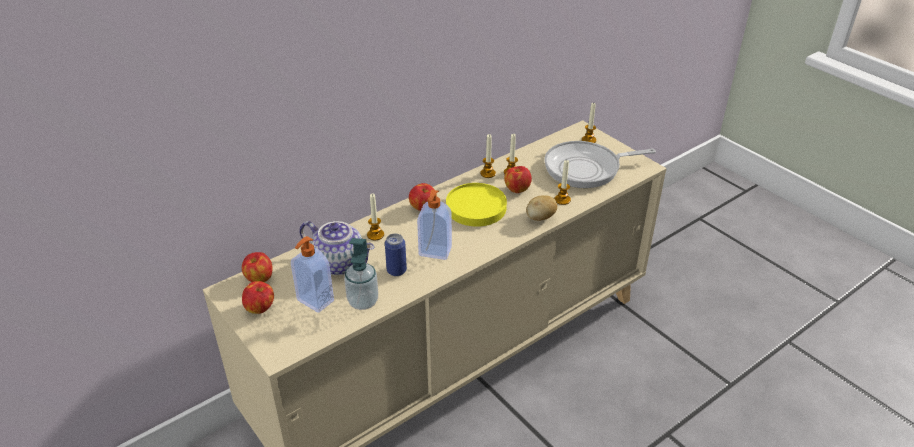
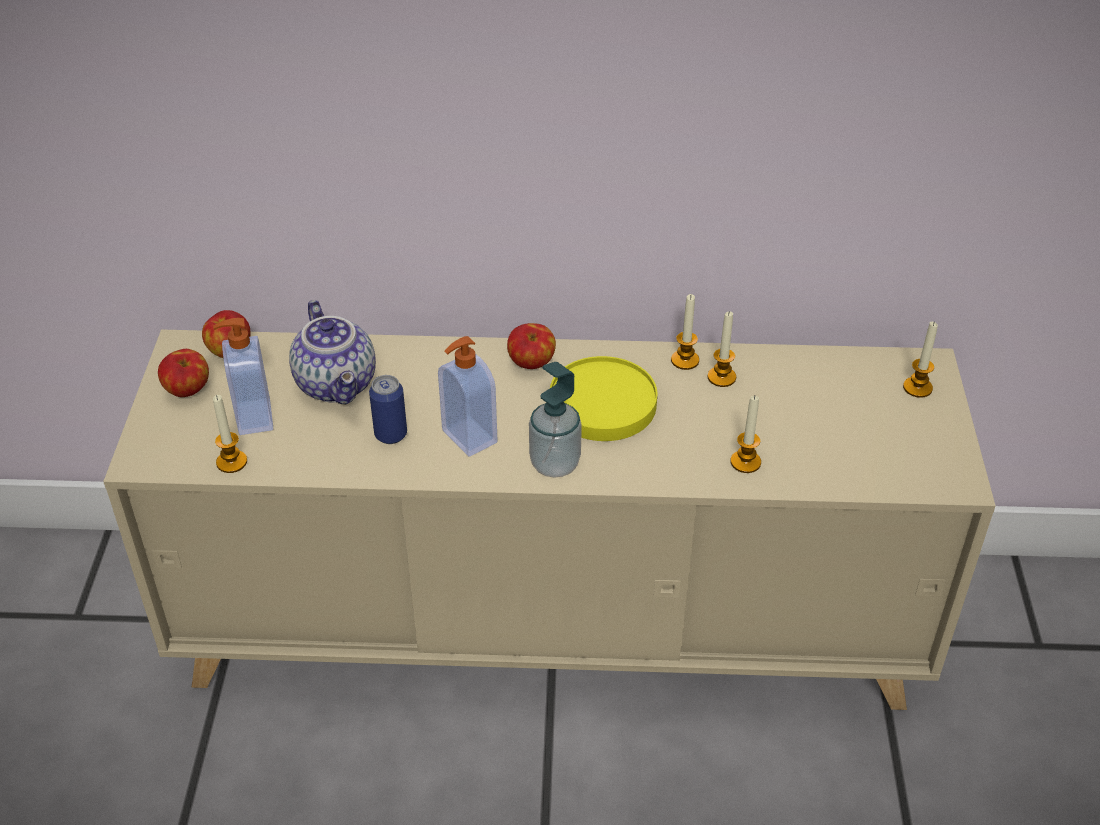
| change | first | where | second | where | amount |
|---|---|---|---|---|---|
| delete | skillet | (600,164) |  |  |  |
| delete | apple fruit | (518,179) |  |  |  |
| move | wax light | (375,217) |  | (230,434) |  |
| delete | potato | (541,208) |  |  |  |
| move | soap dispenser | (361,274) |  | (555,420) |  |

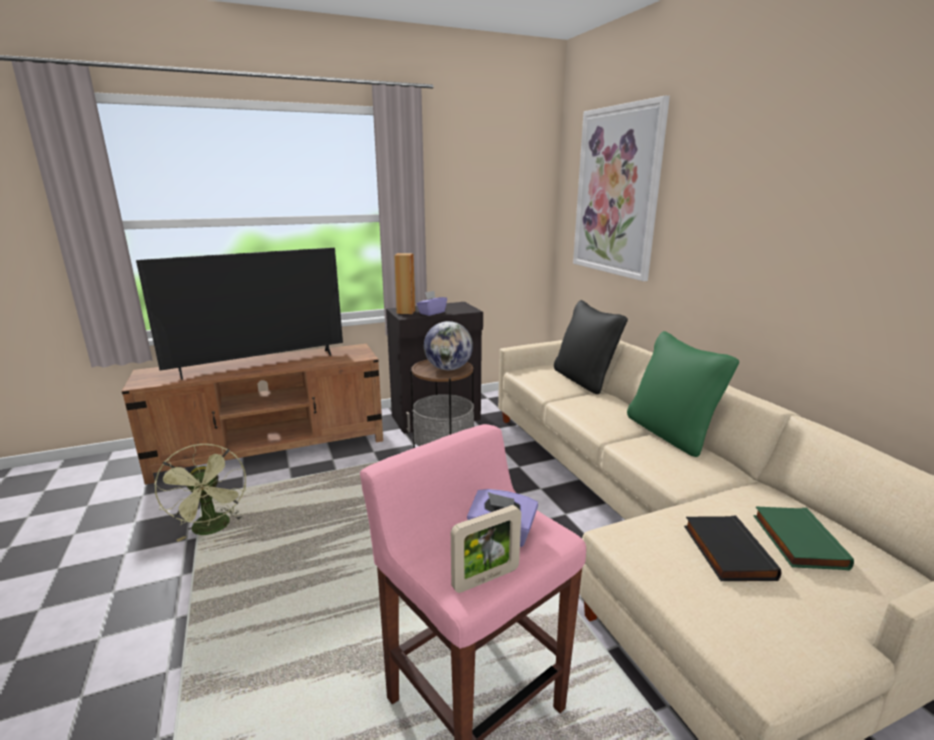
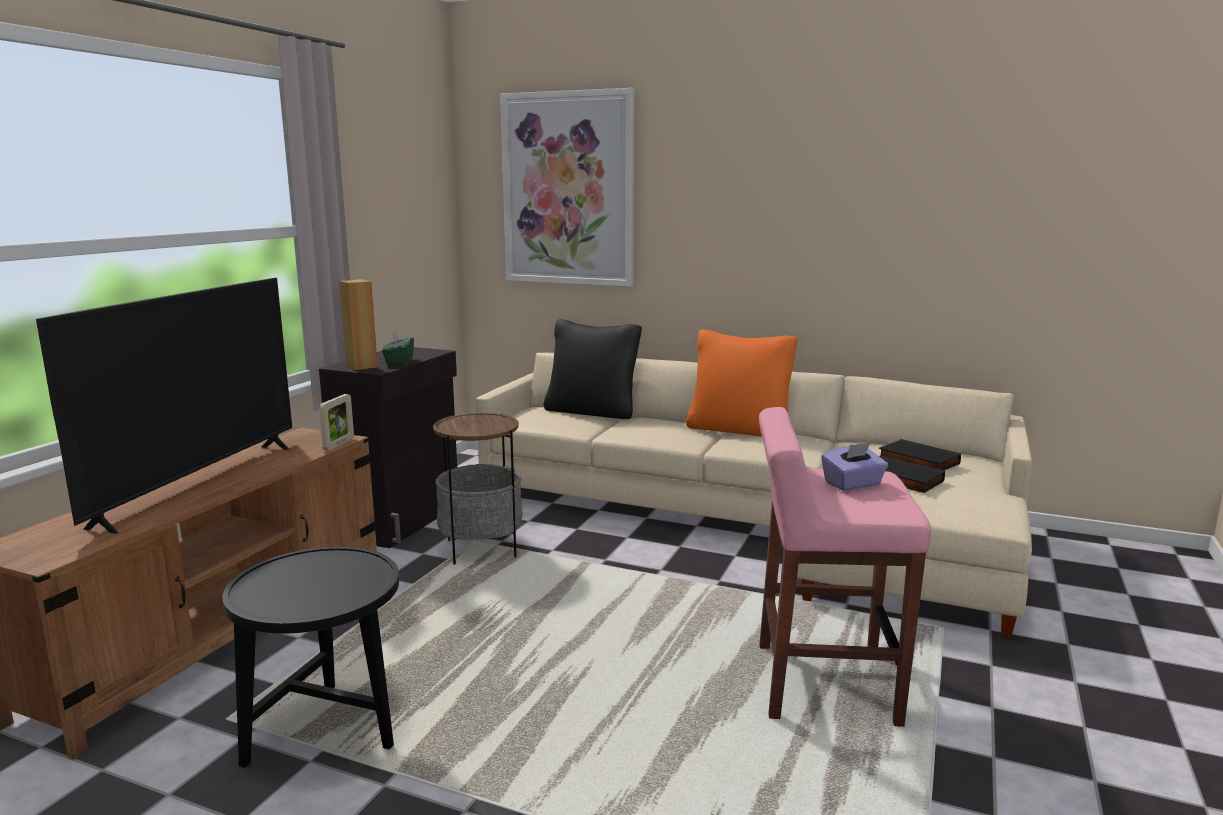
| change | first | where | second | where | amount |
|---|---|---|---|---|---|
| recolor | purple-coloured tissue box | (431,303) | greenish tissue box | (398,347) |  |
| delete | desk globe | (448,345) |  |  |  |
| recolor | greenish cushion | (683,394) | orangey cushion | (741,383) |  |
| replace | greenish fan | (200,493) | blackish side table | (310,657) |  |
| move | standing frame | (486,549) |  | (336,422) |  |
| recolor | greenish bound book | (804,538) | blackish bound book | (920,454) |  |

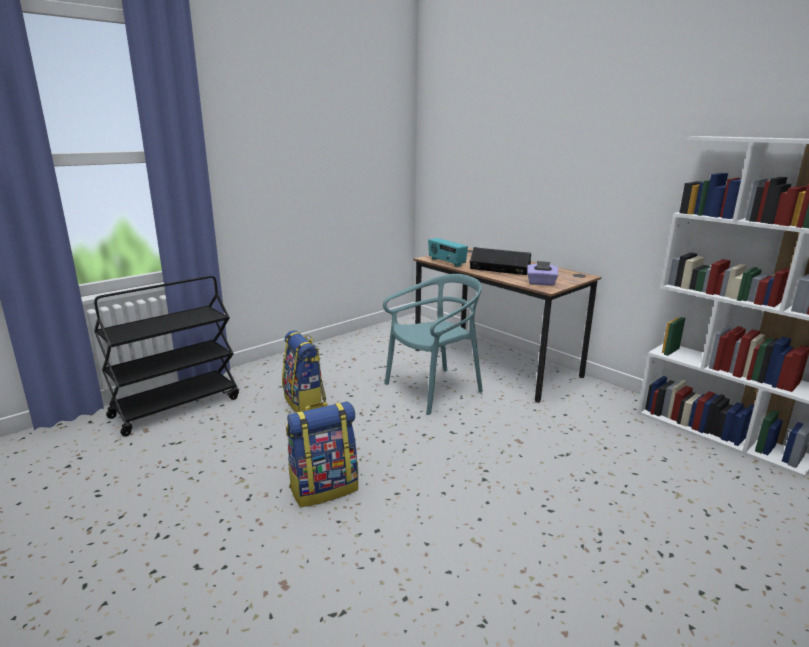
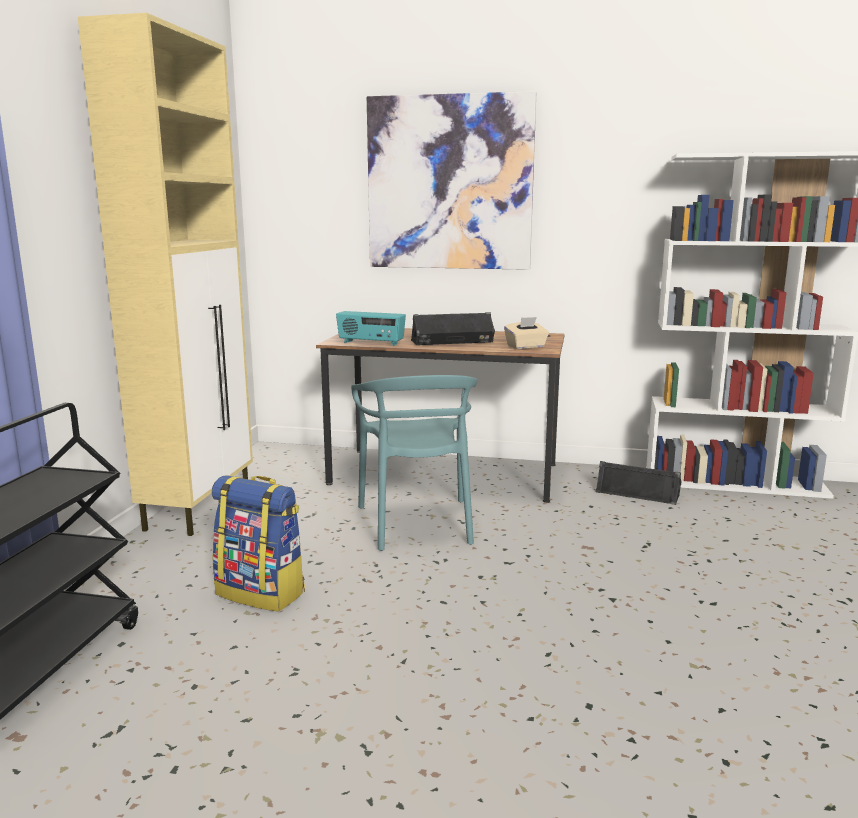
| change | first | where | second | where | amount |
|---|---|---|---|---|---|
| recolor | purple-coloured tissue box | (542,273) | beige tissue box | (526,333) |  |
| rotate | turquoise-coloured chair | (433,344) |  | (414,463) | 150 degrees clockwise |
| delete | backpack | (322,454) |  |  |  |
| insert |  |  | beige storage cabinet | (165,274) |  |
| insert |  |  | wall art | (451,180) |  |
| insert |  |  | blackish speaker | (638,483) |  |

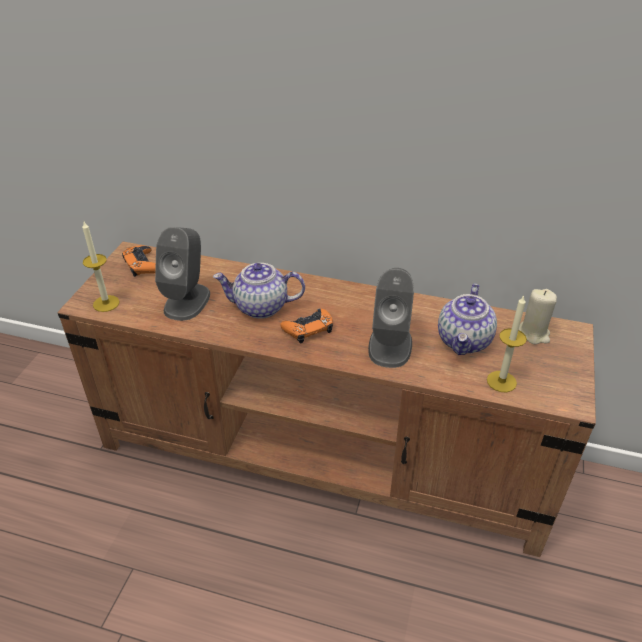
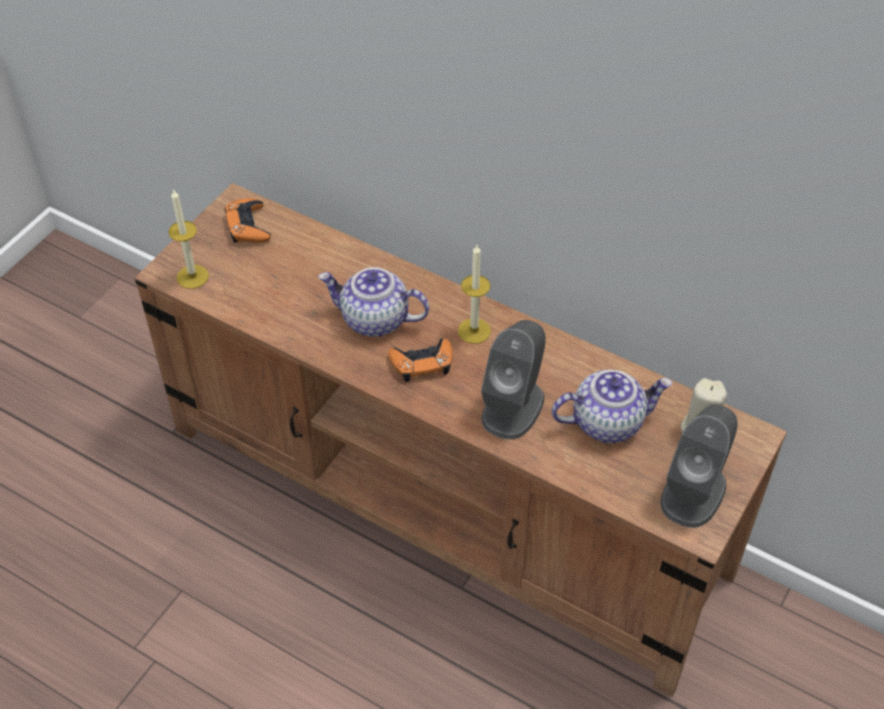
| change | first | where | second | where | amount |
|---|---|---|---|---|---|
| move | greyish speaker | (182,274) |  | (699,466) |  |
| rotate | pot for tea | (467,319) |  | (612,406) | 135 degrees counterclockwise |
| move | wax light | (507,343) |  | (474,294) |  |

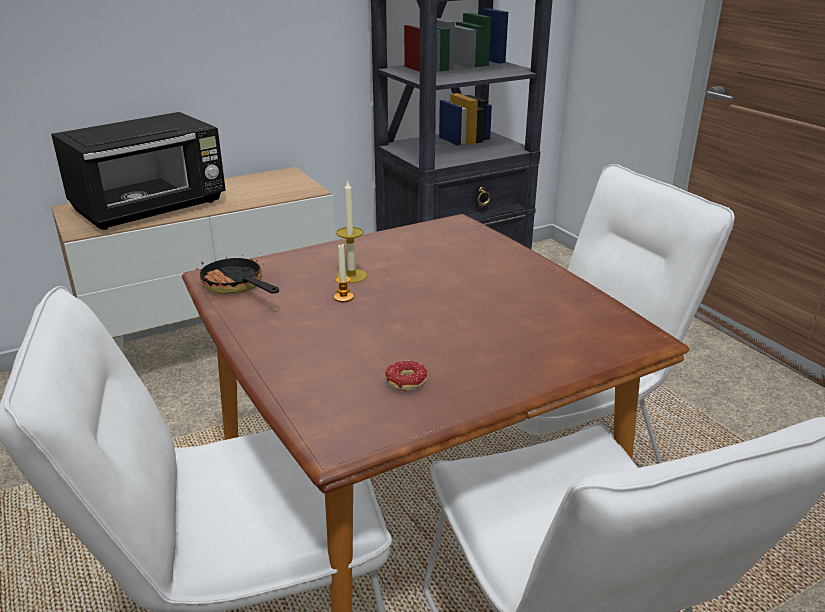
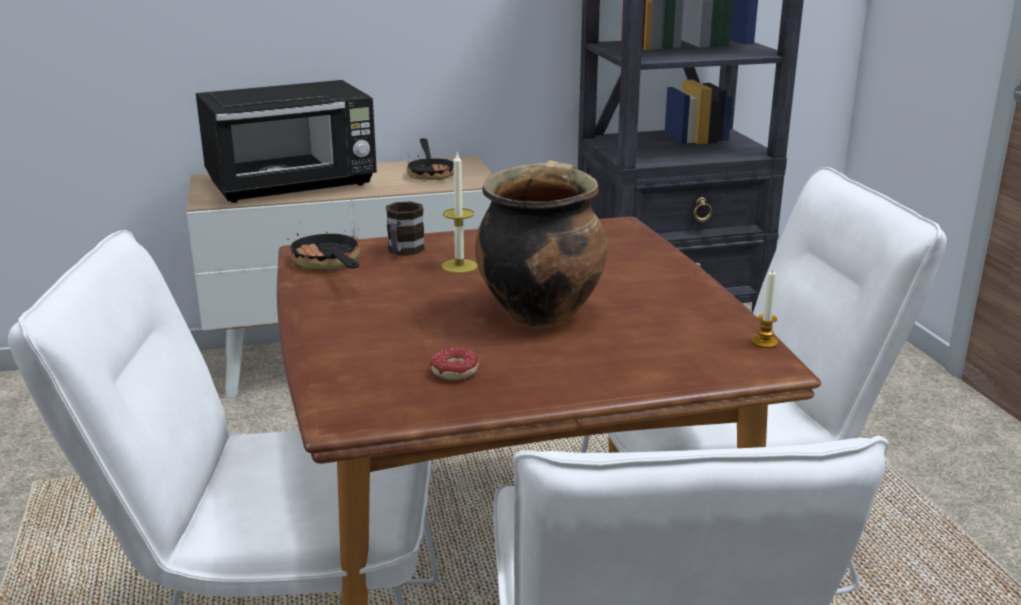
| change | first | where | second | where | amount |
|---|---|---|---|---|---|
| move | wax light | (344,273) |  | (764,309) |  |
| insert |  |  | skillet | (430,159) |  |
| insert |  |  | stockpot | (541,244) |  |
| insert |  |  | tea mug | (405,228) |  |

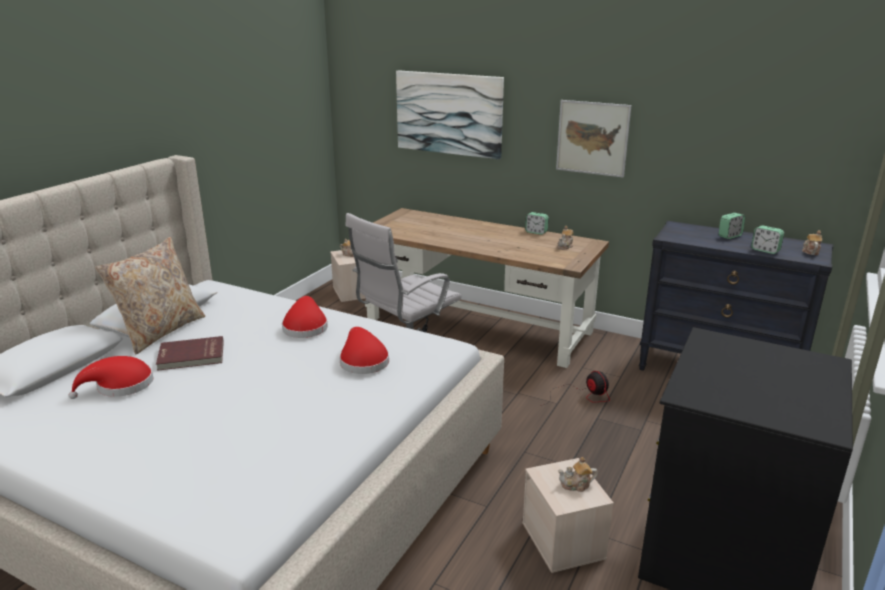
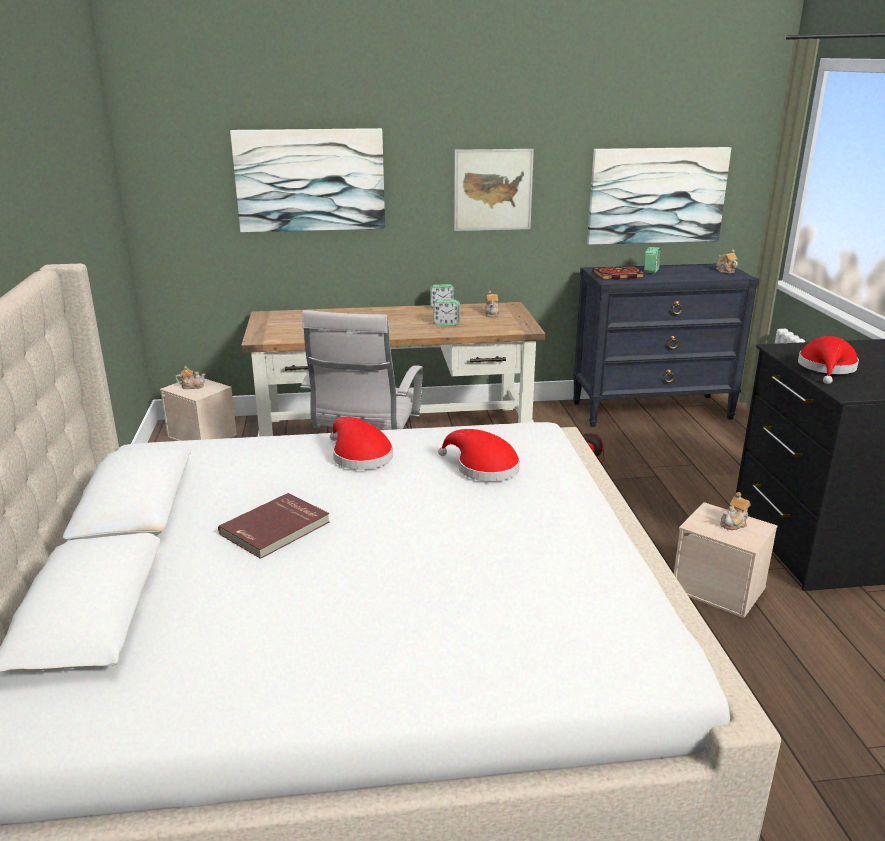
| change | first | where | second | where | amount |
|---|---|---|---|---|---|
| move | alarm clock | (767,239) |  | (446,312) |  |
| delete | beige cushion | (150,295) |  |  |  |
| move | red-coloured hat | (111,377) |  | (828,360) |  |
| insert |  |  | wall art | (659,196) |  |
| insert |  |  | bound book | (618,273) |  |

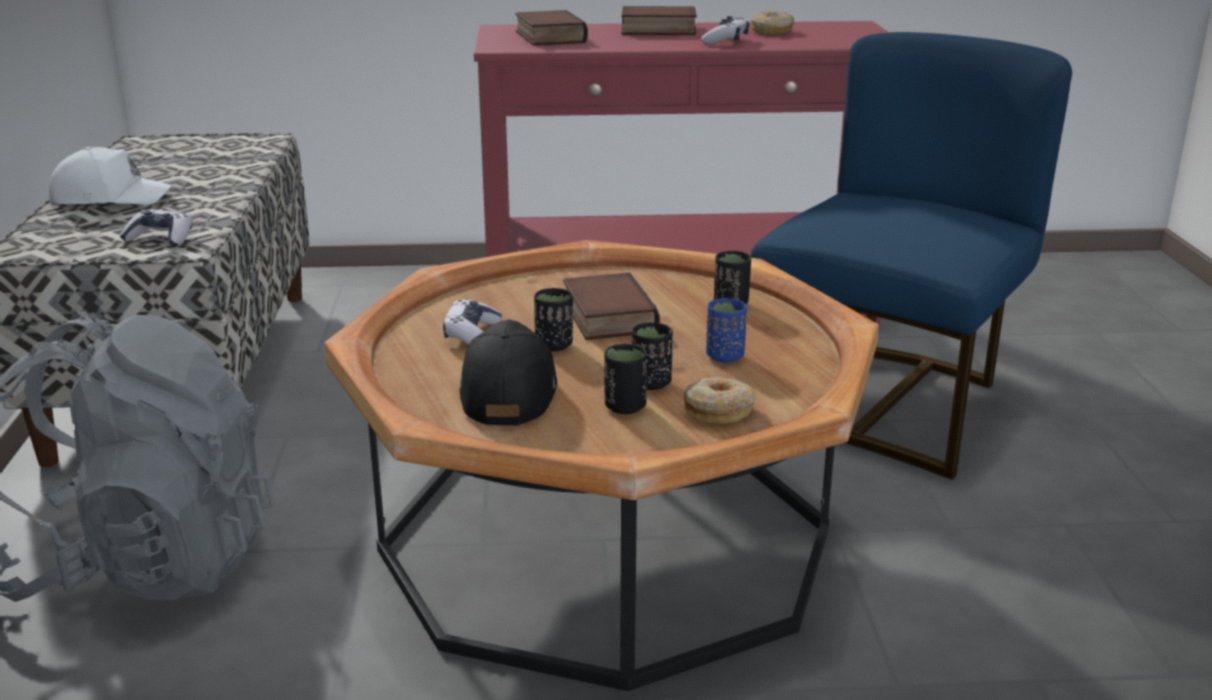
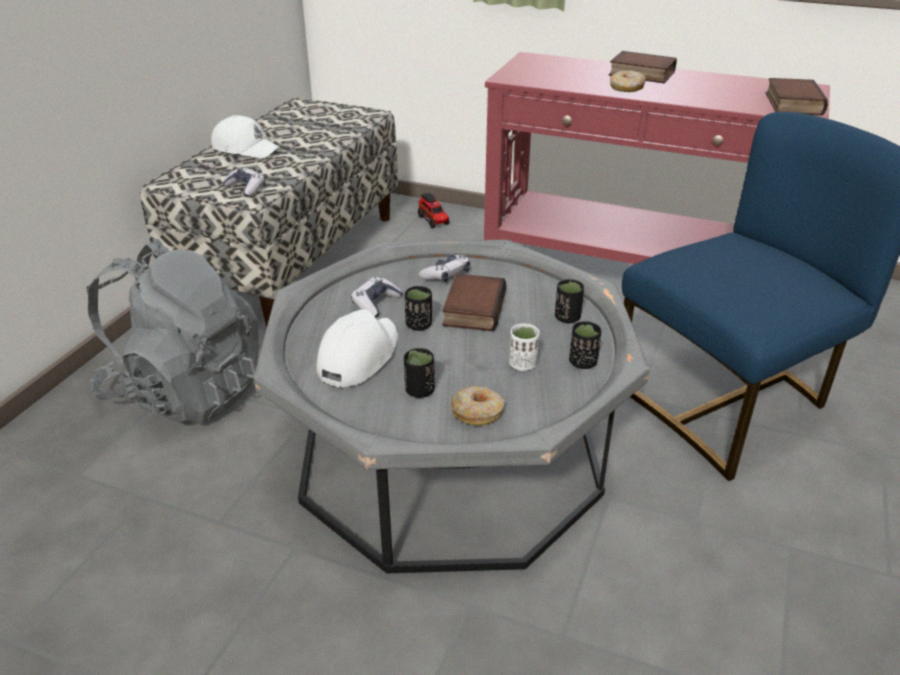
| change | first | where | second | where | amount |
|---|---|---|---|---|---|
| move | bound book | (551,28) |  | (797,97) |  |
| move | ring doughnut | (772,22) |  | (628,81) |  |
| move | gamepad | (725,30) |  | (444,268) |  |
| recolor | brown coffee table | (601,465) | greyish coffee table | (451,406) |  |
| recolor | bluish small cup | (726,330) | white small cup | (524,347) |  |
| recolor | blackish cap | (508,372) | white cap | (357,349) |  |
| move | blackish small cup | (652,356) |  | (585,345) |  |
| insert |  |  | toy lorry | (433,210) |  |

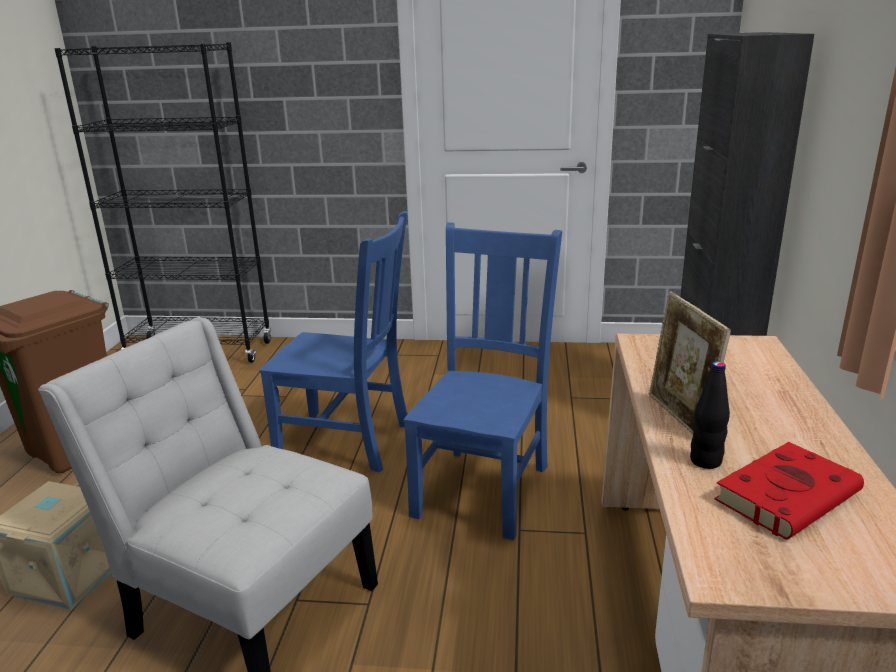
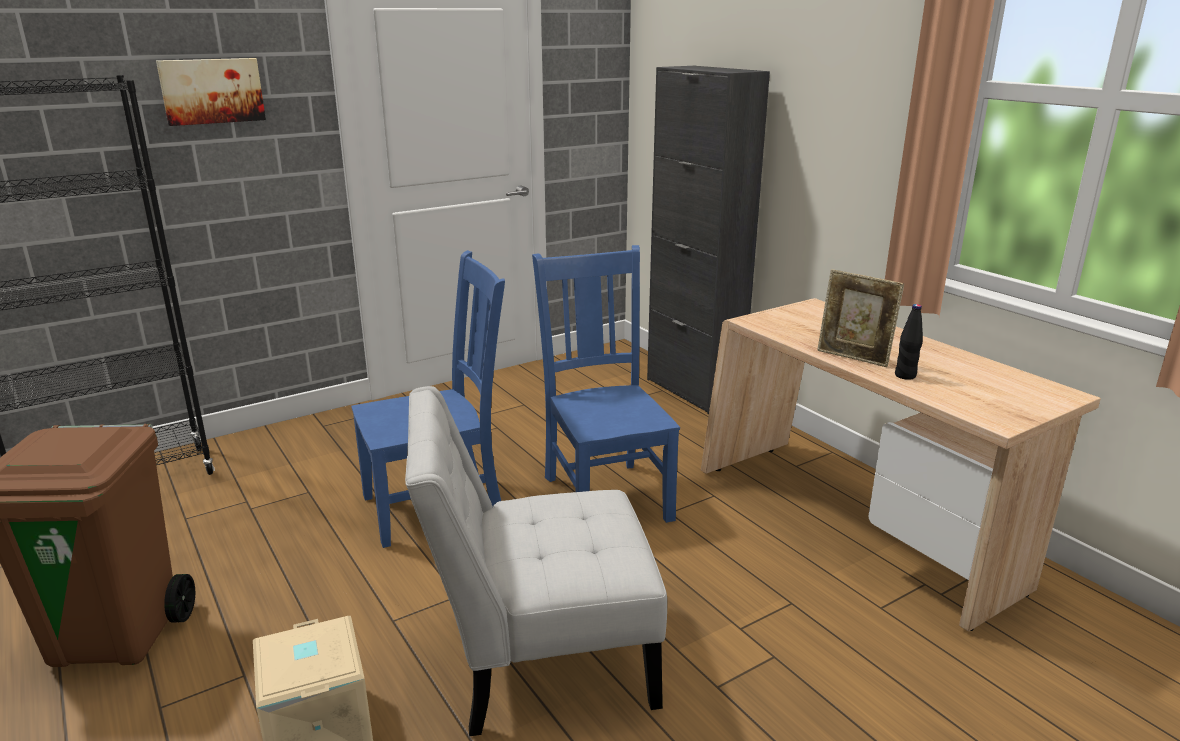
| change | first | where | second | where | amount |
|---|---|---|---|---|---|
| delete | red-coloured bound book | (789,491) |  |  |  |
| insert |  |  | wall art | (211,92) |  |

